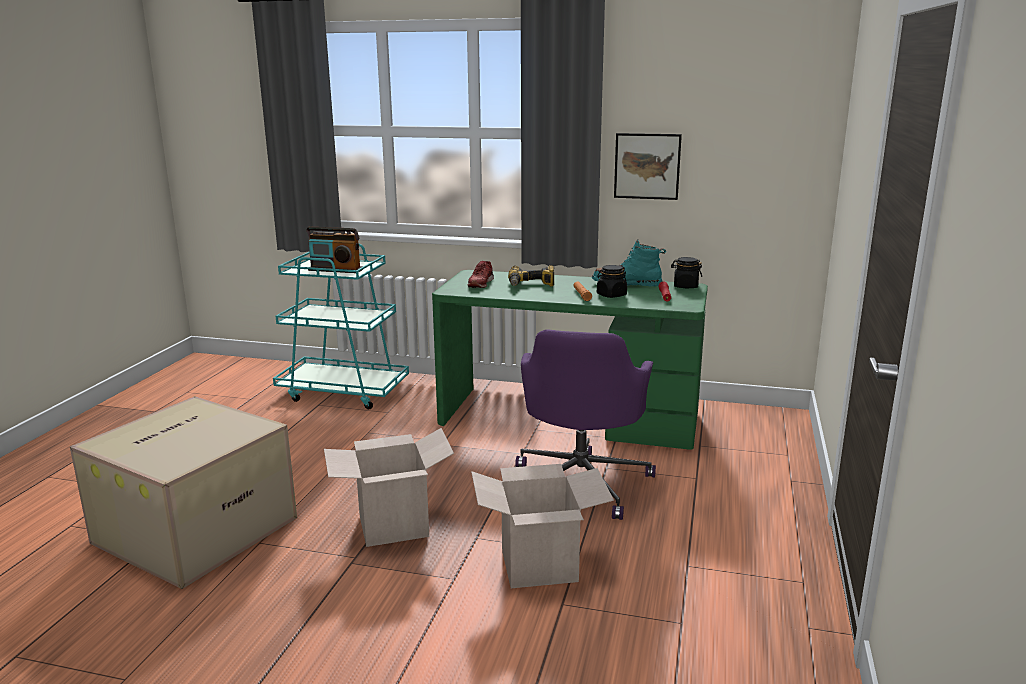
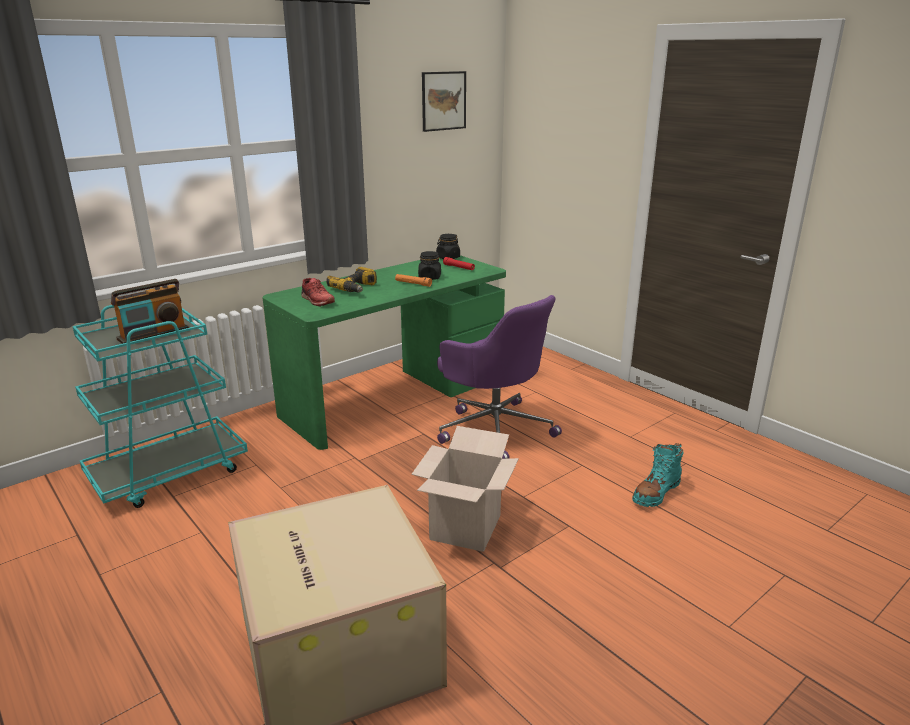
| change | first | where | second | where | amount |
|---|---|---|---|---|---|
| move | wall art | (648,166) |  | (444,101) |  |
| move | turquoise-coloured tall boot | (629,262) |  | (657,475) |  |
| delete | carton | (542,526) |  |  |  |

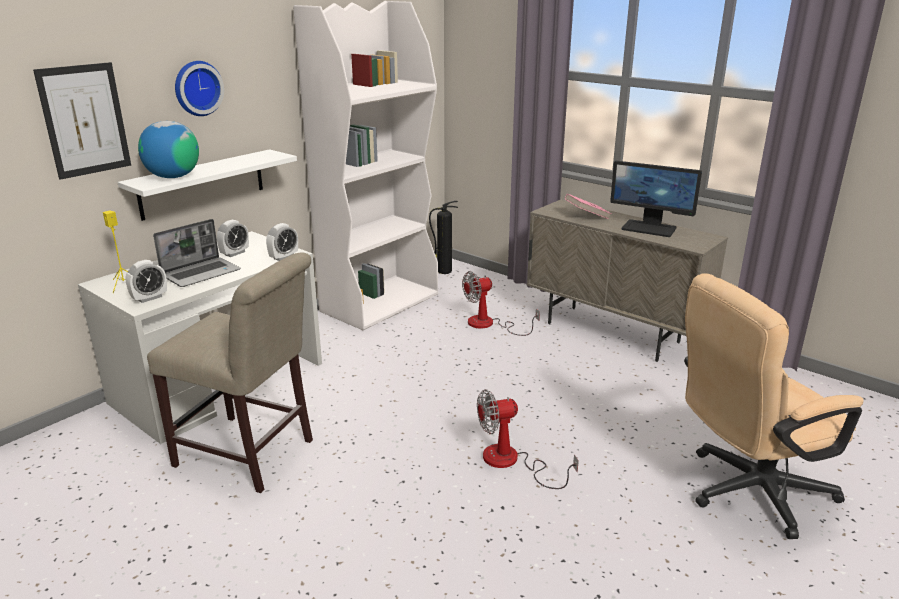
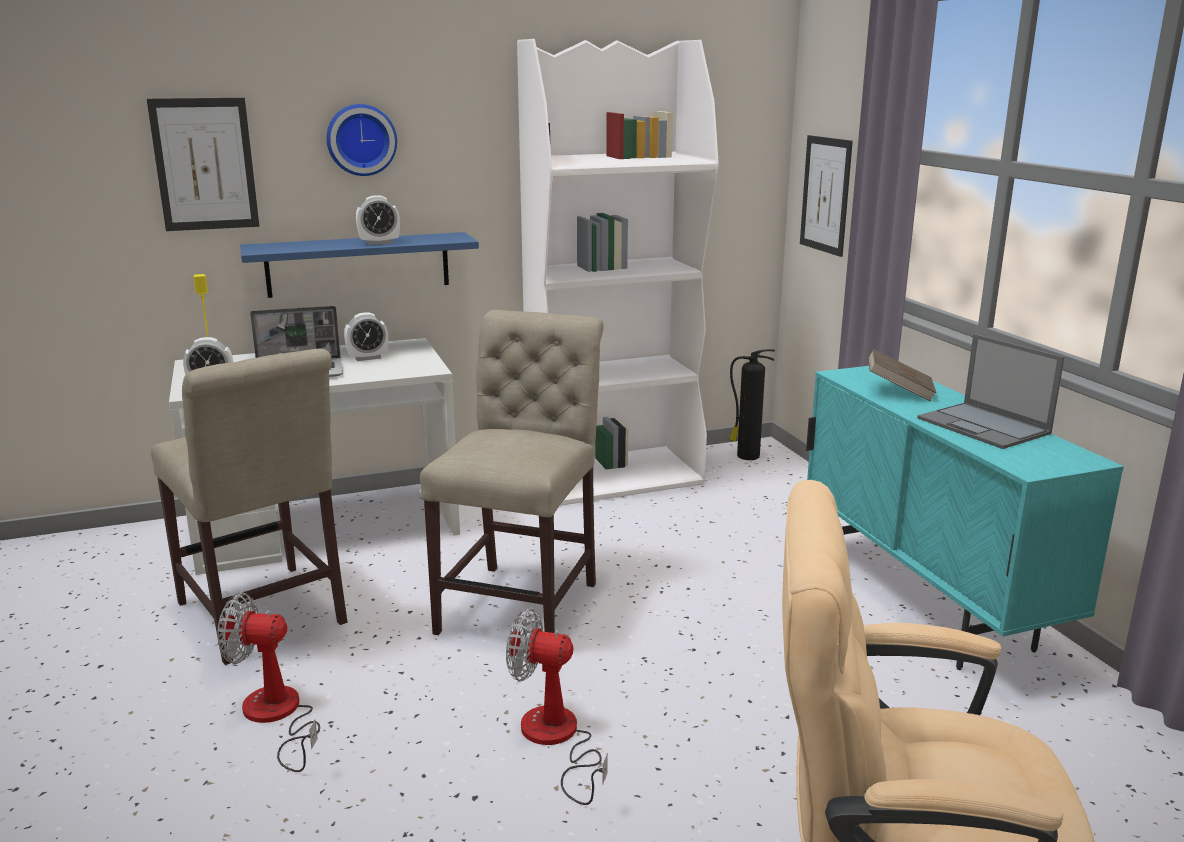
| change | first | where | second | where | amount |
|---|---|---|---|---|---|
| delete | desk globe | (168,149) |  |  |  |
| recolor | white shelf | (207,185) | bluish shelf | (359,265) |  |
| replace | computer screen | (656,199) | laptop | (990,391) |  |
| recolor | pinkish bound book | (588,206) | brown bound book | (902,375) |  |
| recolor | beige storage cabinet | (627,281) | turquoise-coloured storage cabinet | (965,518) |  |
| move | alarm clock | (282,242) |  | (378,220) |  |
| move | fan | (501,303) |  | (268,682) |  |
| insert |  |  | wall art | (826,196) |  |
| insert |  |  | beige chair | (512,472) |  |

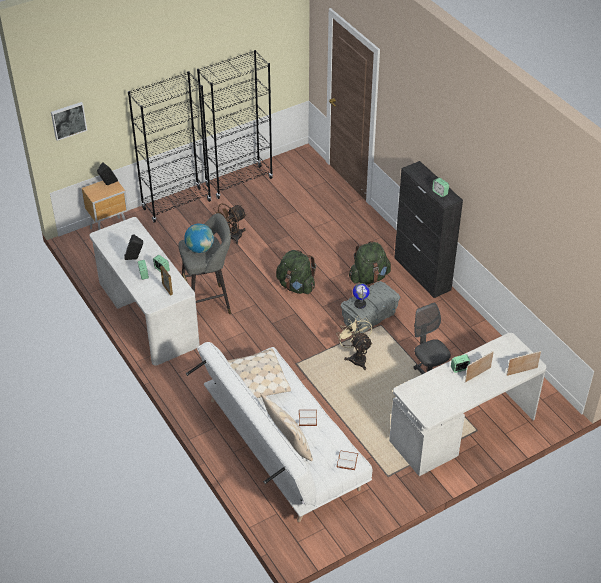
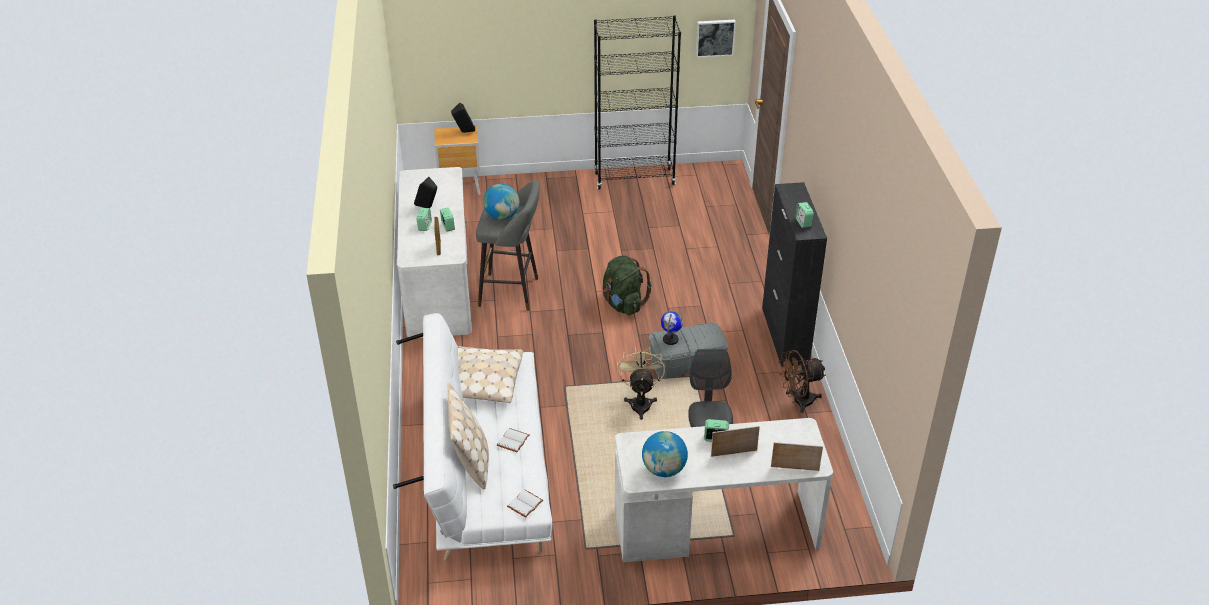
| change | first | where | second | where | amount |
|---|---|---|---|---|---|
| delete | blackish bookshelf | (169,147) |  |  |  |
| move | wall art | (69,121) |  | (716,39) |  |
| move | brown fan | (230,223) |  | (802,381) |  |
| delete | greenish backpack | (370,262) |  |  |  |
| insert |  |  | desk globe | (665,454) |  |

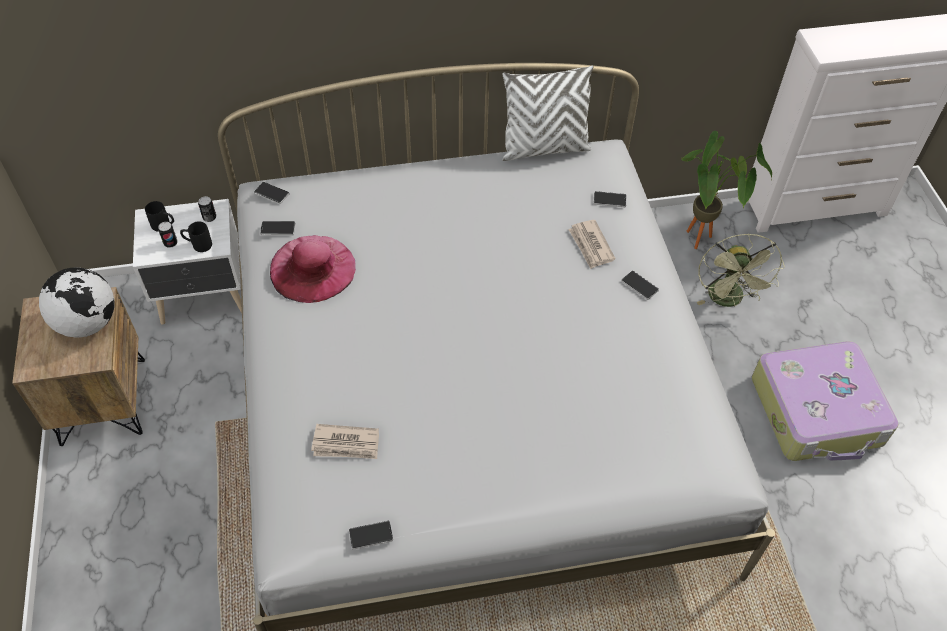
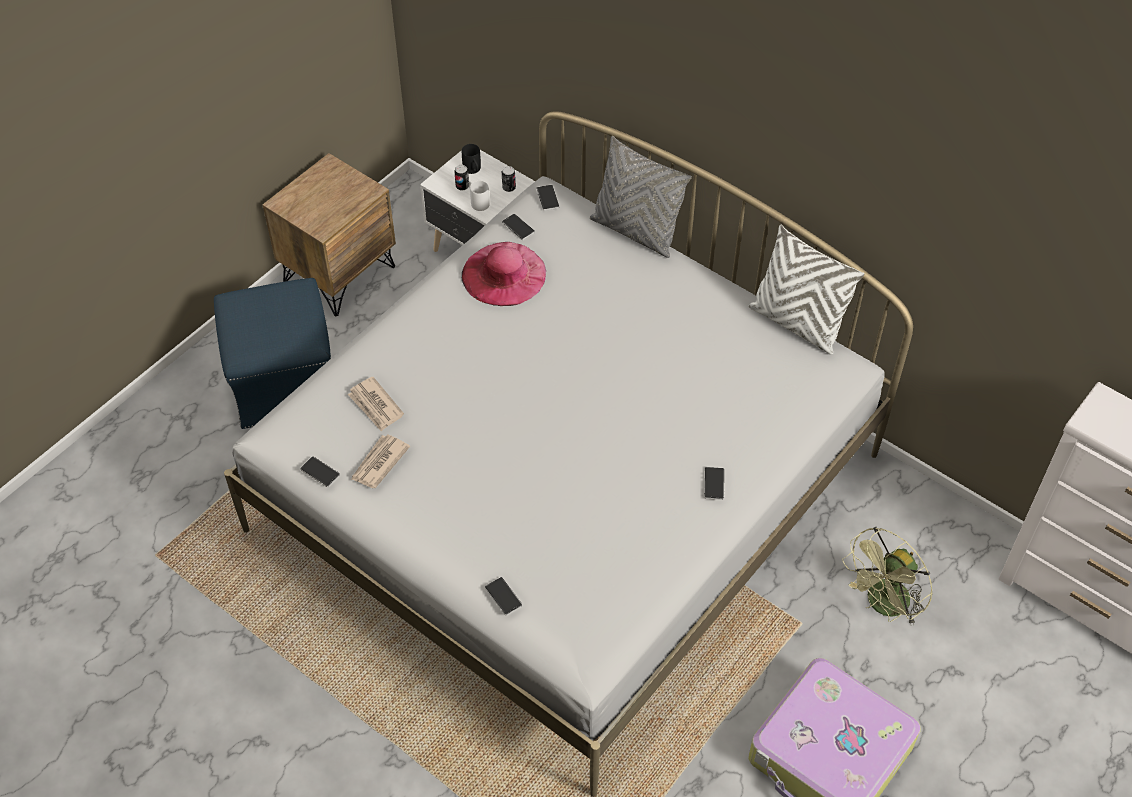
| change | first | where | second | where | amount |
|---|---|---|---|---|---|
| delete | potted plant | (726,190) |  |  |  |
| move | phone | (609,199) |  | (503,596) |  |
| move | printed paper | (591,244) |  | (380,461) |  |
| recolor | blackish tea mug | (196,236) | white tea mug | (479,195) |  |
| delete | desk globe | (77,302) |  |  |  |
| insert |  |  | greyish cushion | (641,197) |  |
| insert |  |  | bluish footrest | (272,353) |  |

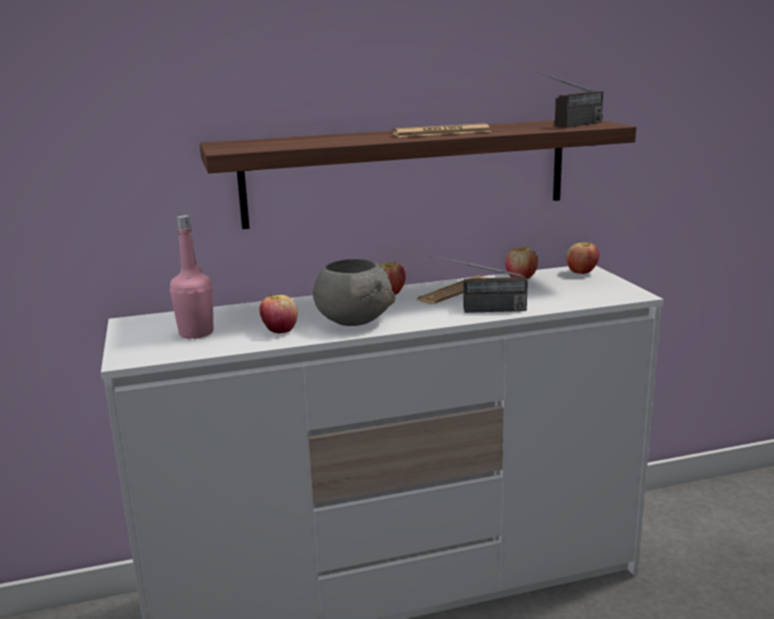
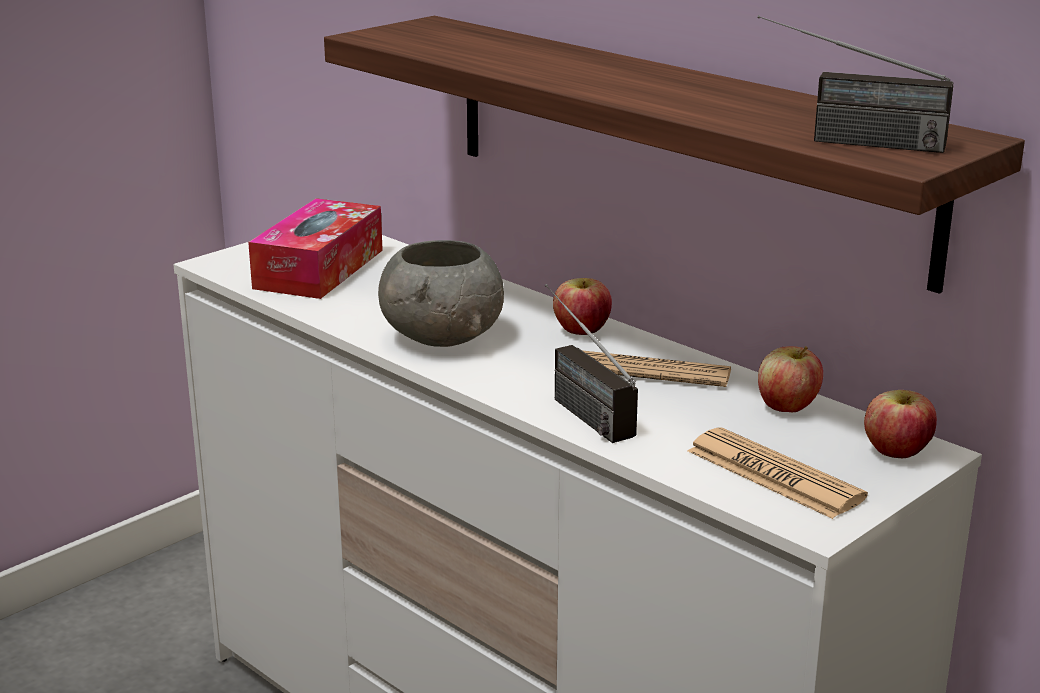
| change | first | where | second | where | amount |
|---|---|---|---|---|---|
| move | printed paper | (441,130) |  | (778,473) |  |
| replace | pinkish bottle | (191,277) | tissue box | (315,248) |  |
| delete | apple fruit | (278,313) |  |  |  |

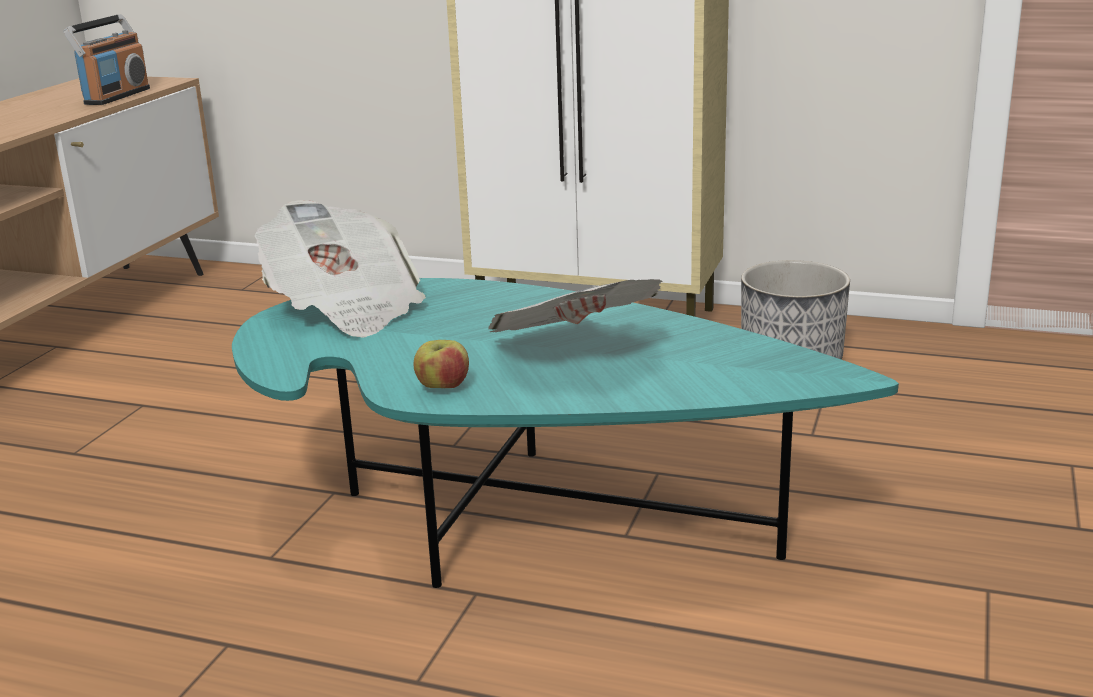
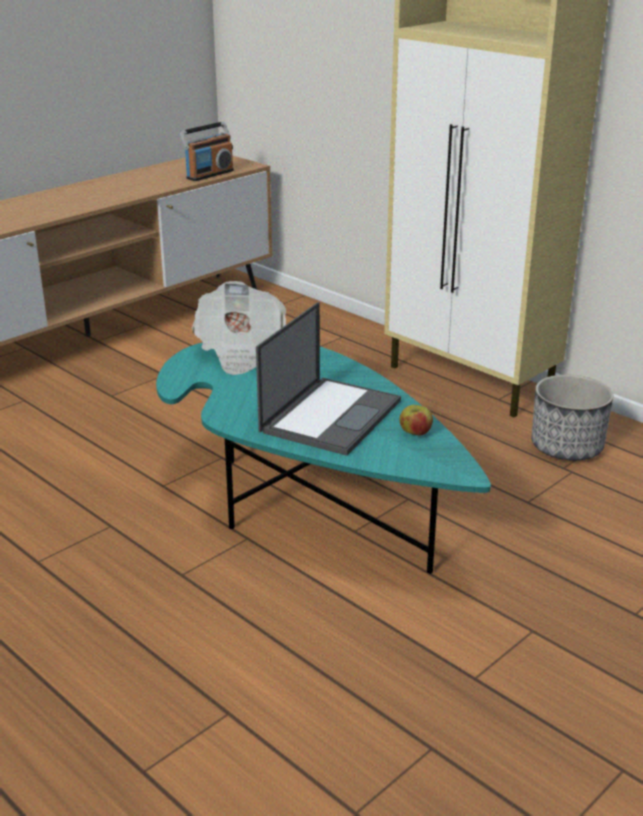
| change | first | where | second | where | amount |
|---|---|---|---|---|---|
| replace | printed paper | (575,305) | laptop | (328,379) |  |
| move | apple fruit | (441,364) |  | (416,420) |  |

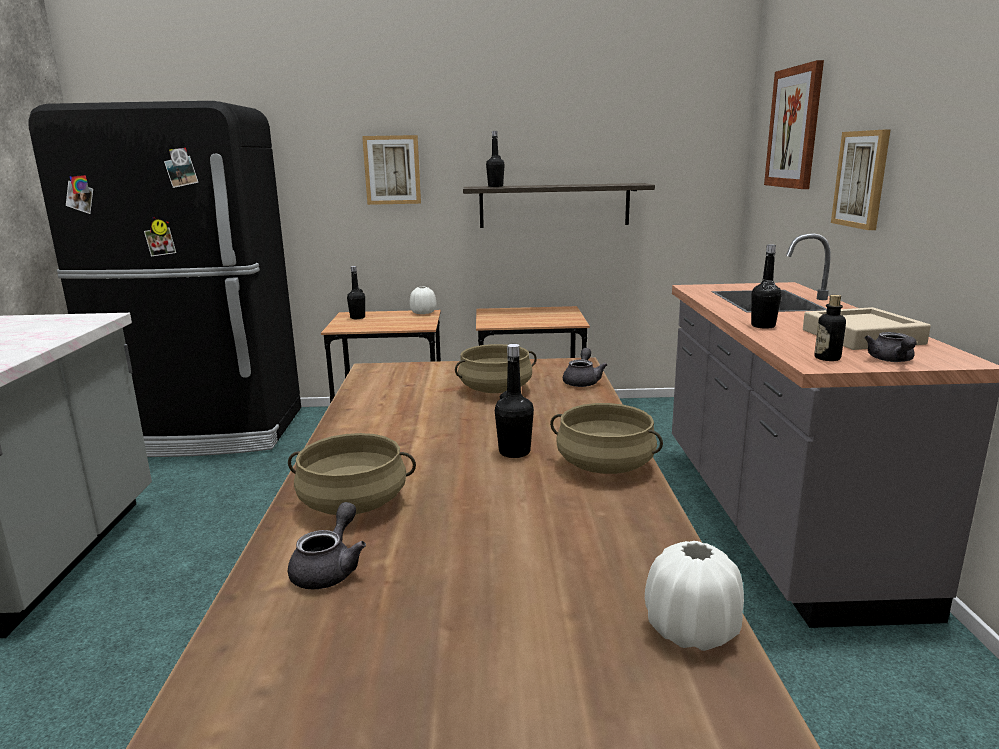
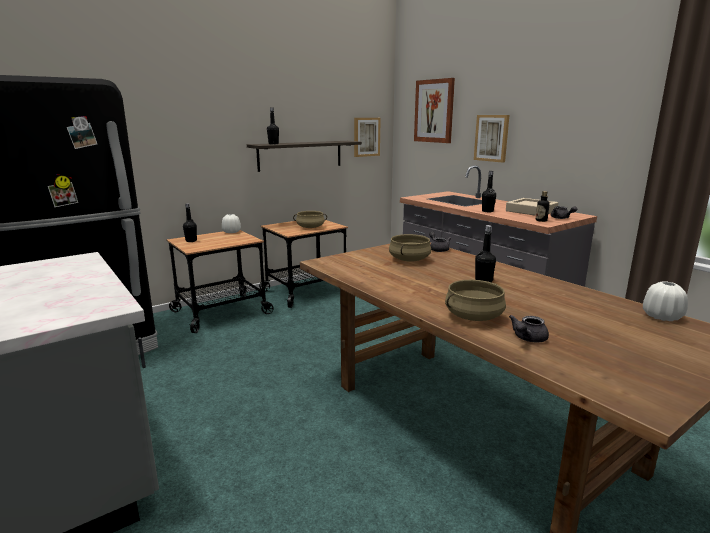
| change | first | where | second | where | amount |
|---|---|---|---|---|---|
| move | wall art | (391,170) |  | (367,137) |  |
| move | beige stockpot | (606,438) |  | (310,219) |  |
| rotate | greyish pot for tea | (327,545) |  | (529,329) | 120 degrees counterclockwise |

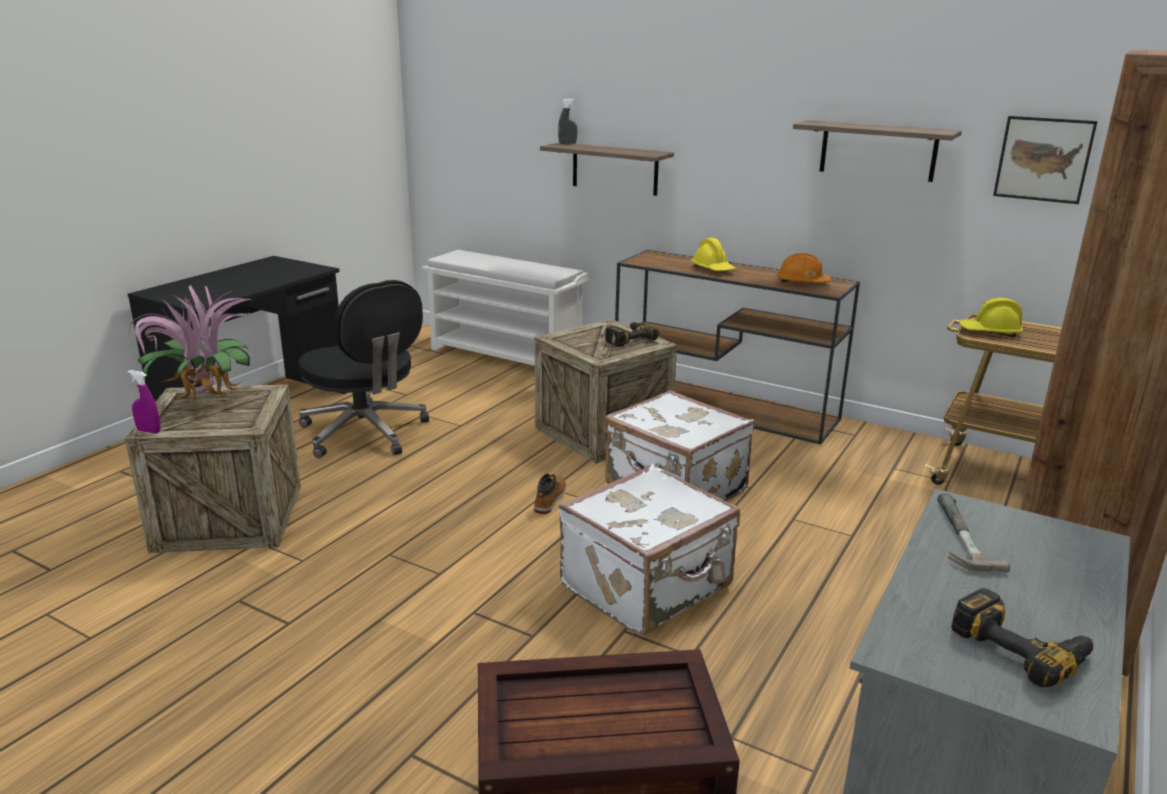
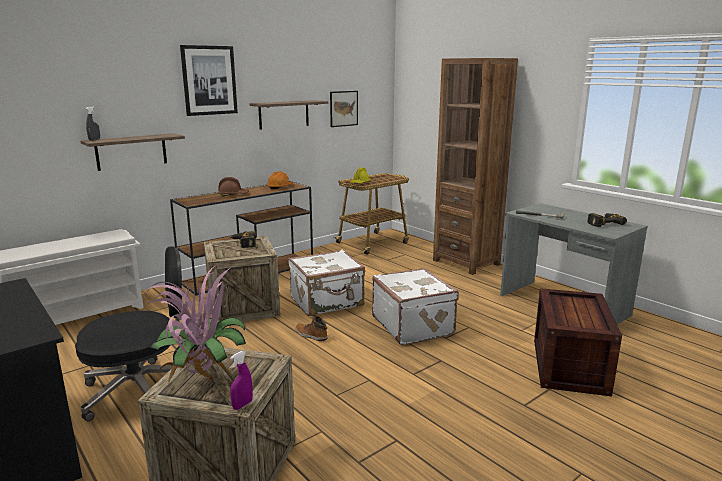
| change | first | where | second | where | amount |
|---|---|---|---|---|---|
| recolor | yellow-coloured hard hat | (713,254) | brown hard hat | (233,187) |  |
| insert |  |  | wall art | (209,80) |  |

